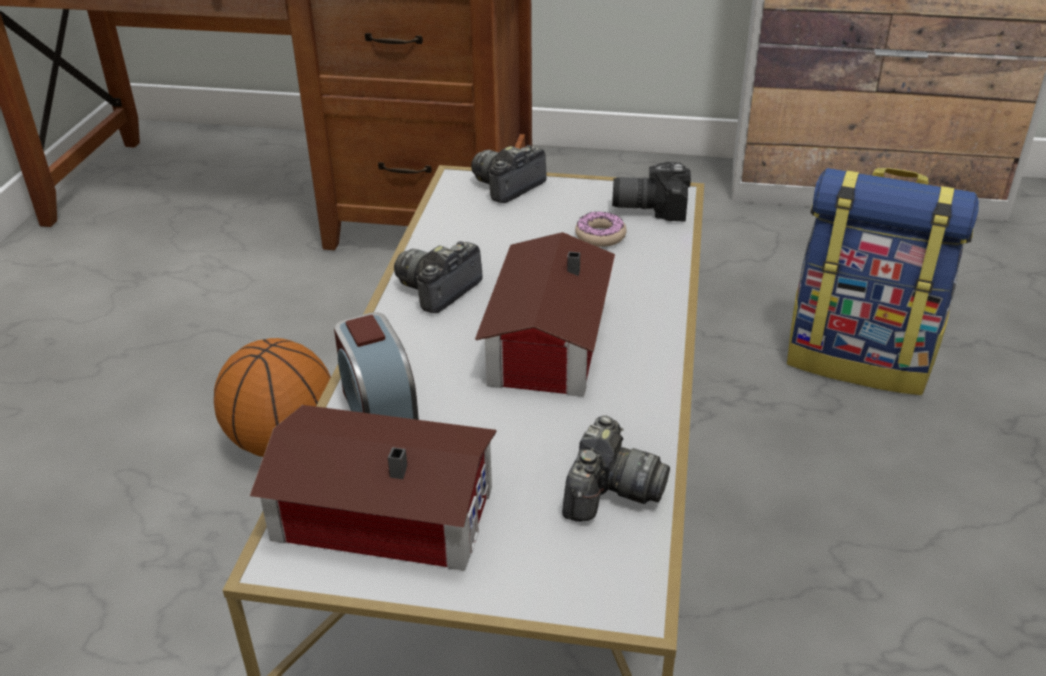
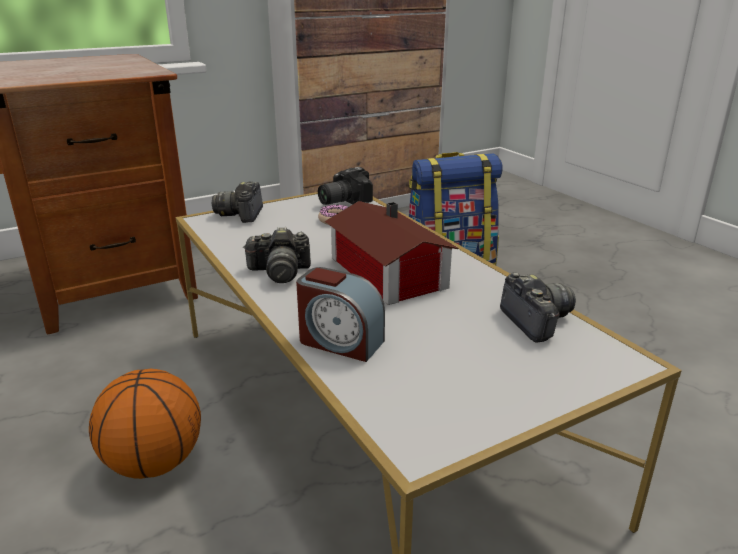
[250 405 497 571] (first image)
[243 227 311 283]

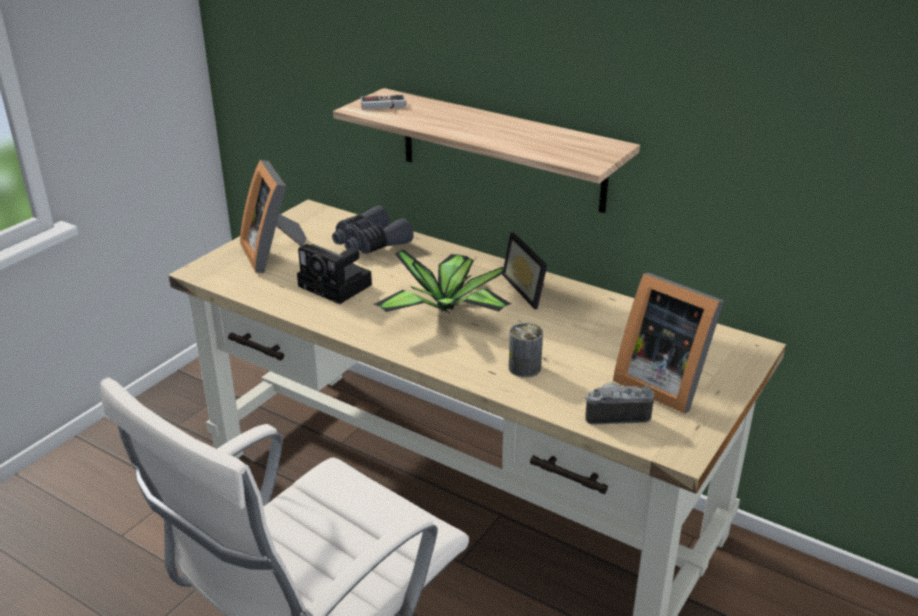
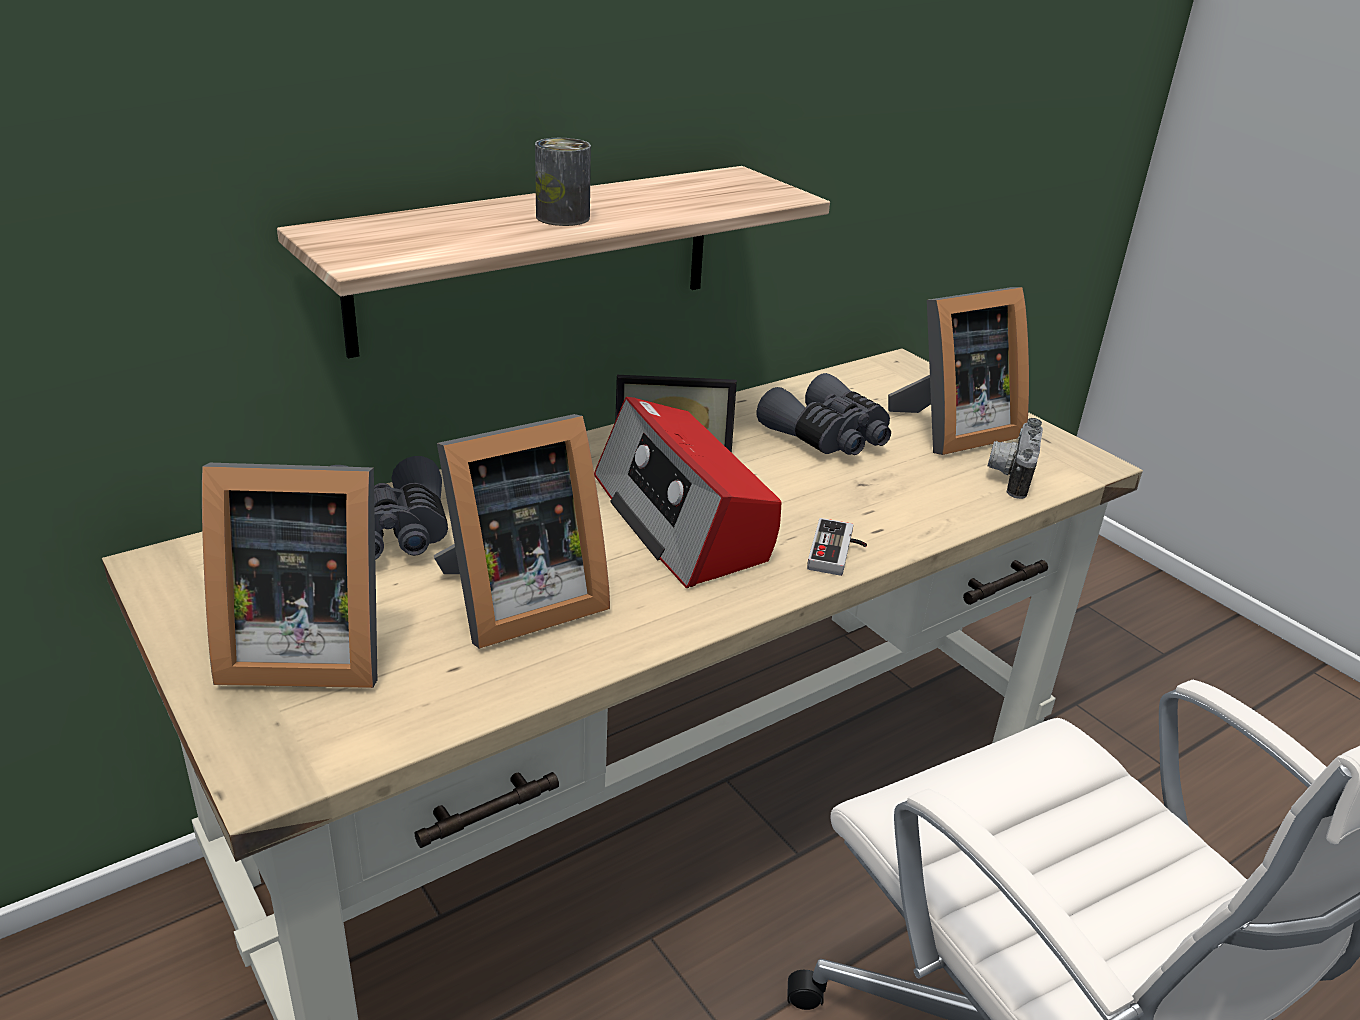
[757 373 891 455]
[807 518 867 576]
[535 138 591 226]
[434 414 610 649]
[594 397 782 588]

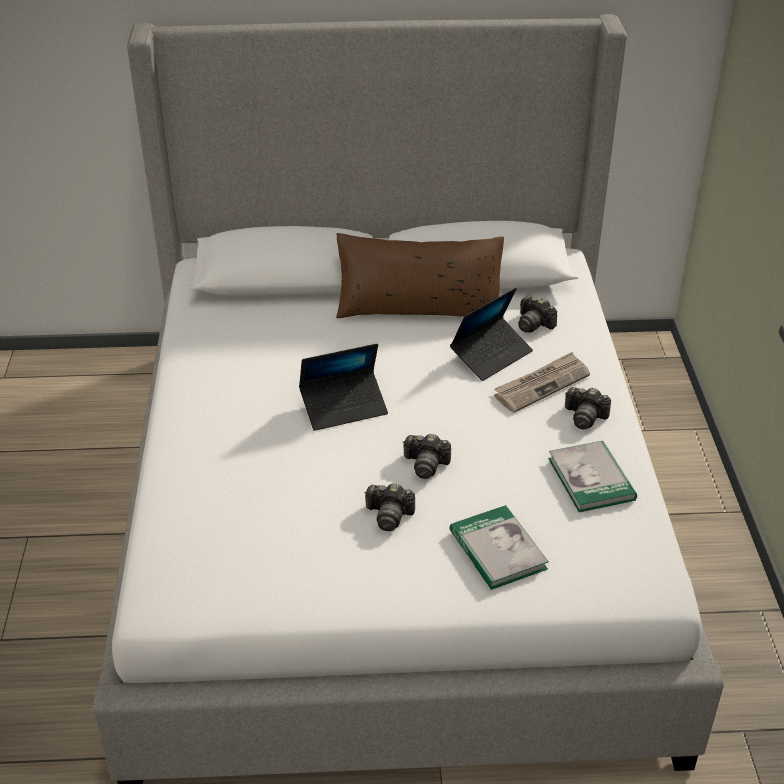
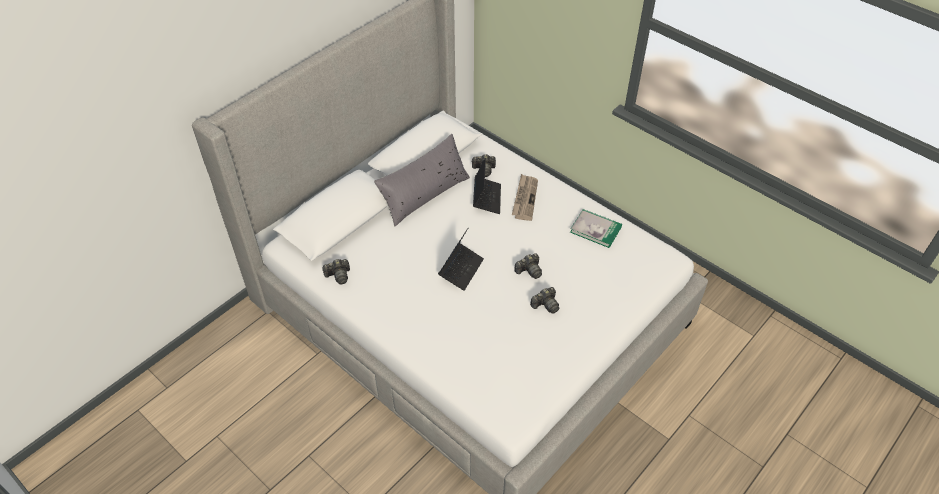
[450 505 549 590] (first image)
[322 259 350 284]
[374 134 470 227]

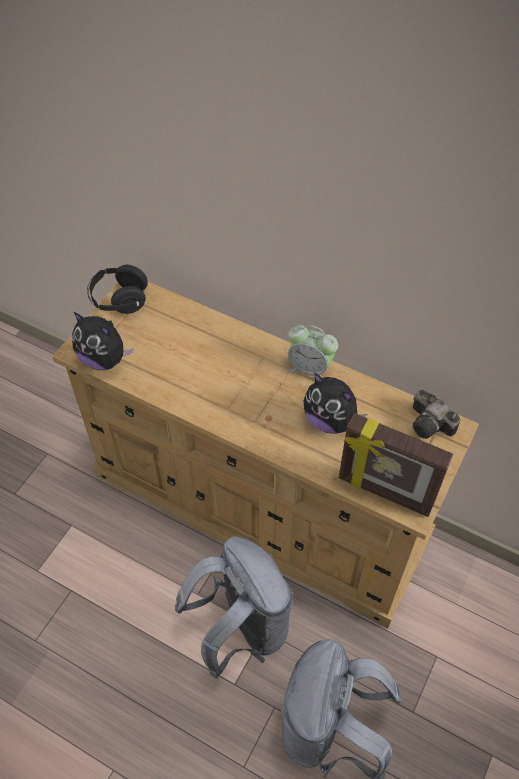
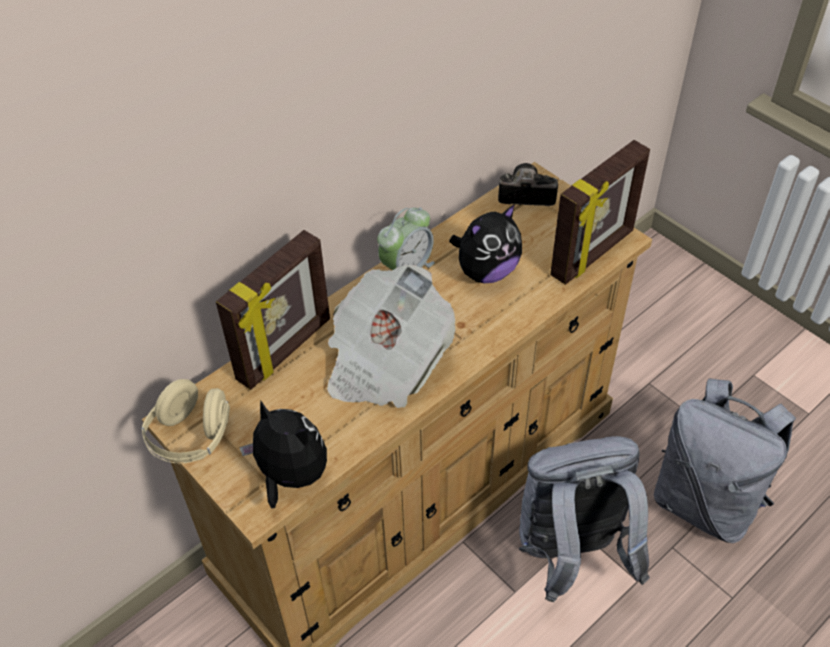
[216 230 330 390]
[327 265 456 408]
[141 379 230 464]
[239 400 327 509]
[498 163 558 206]

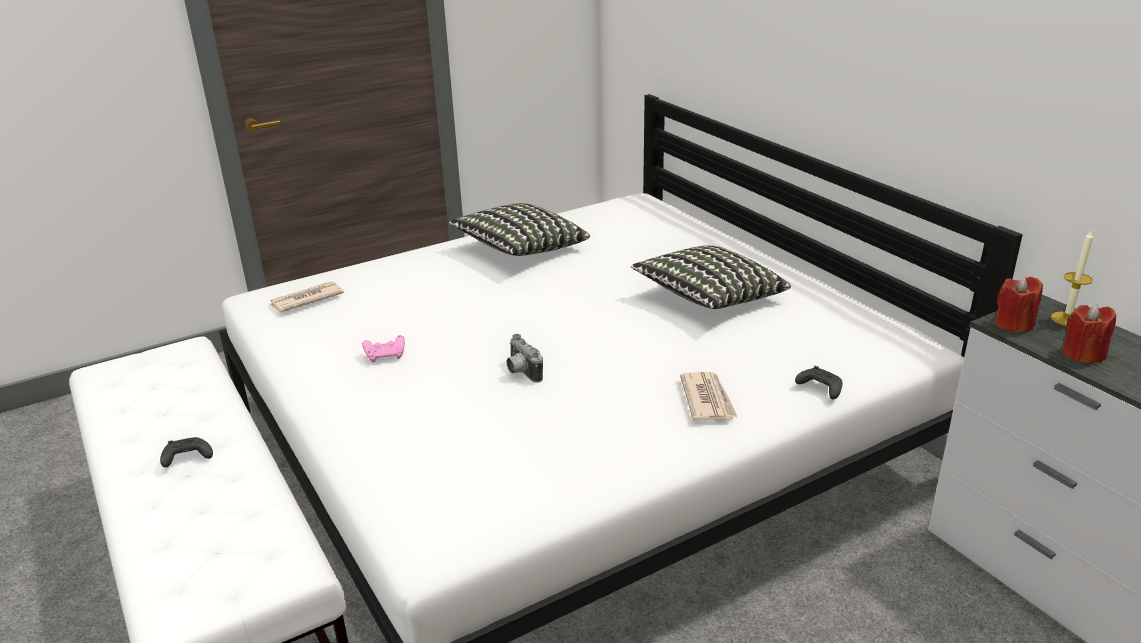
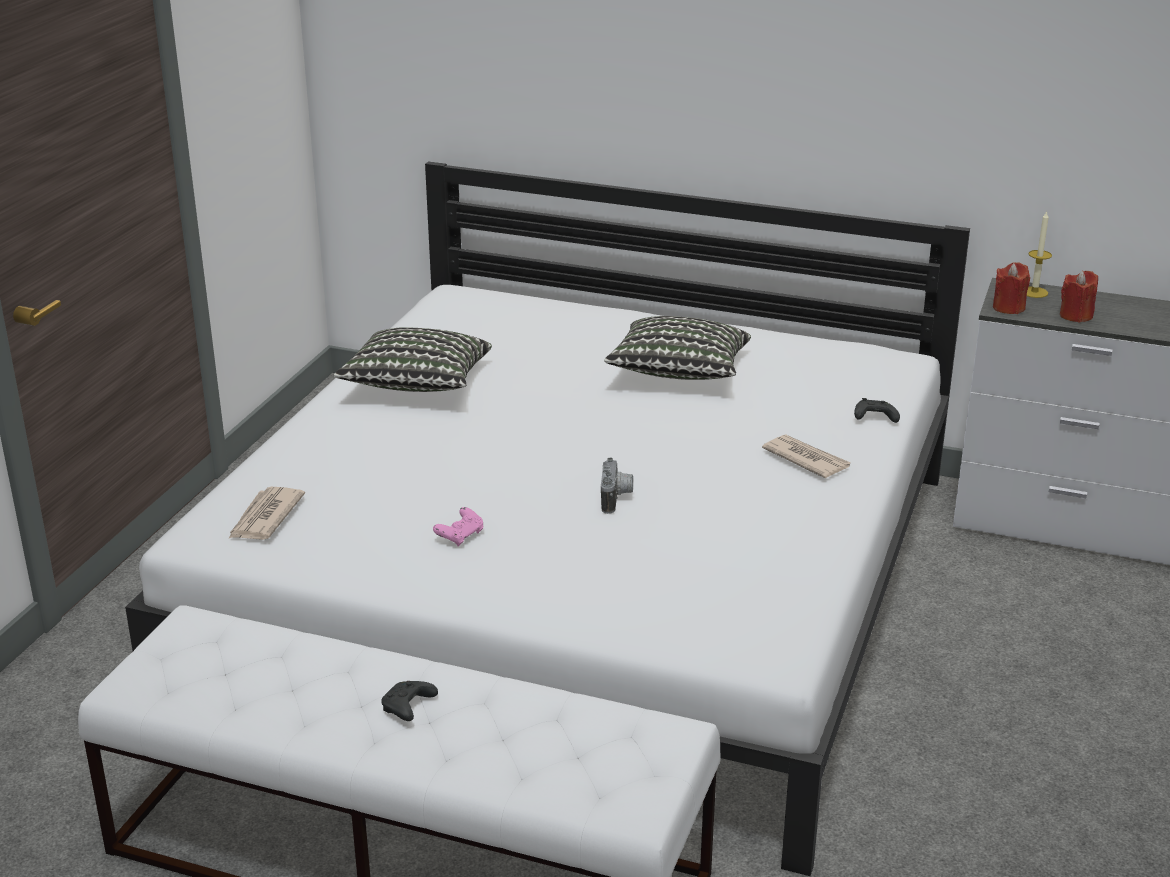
[601 457 633 514]

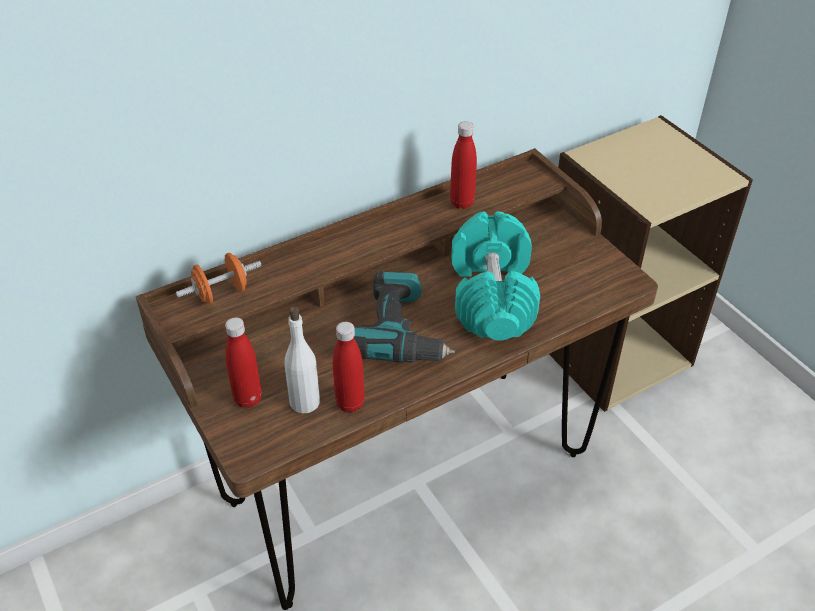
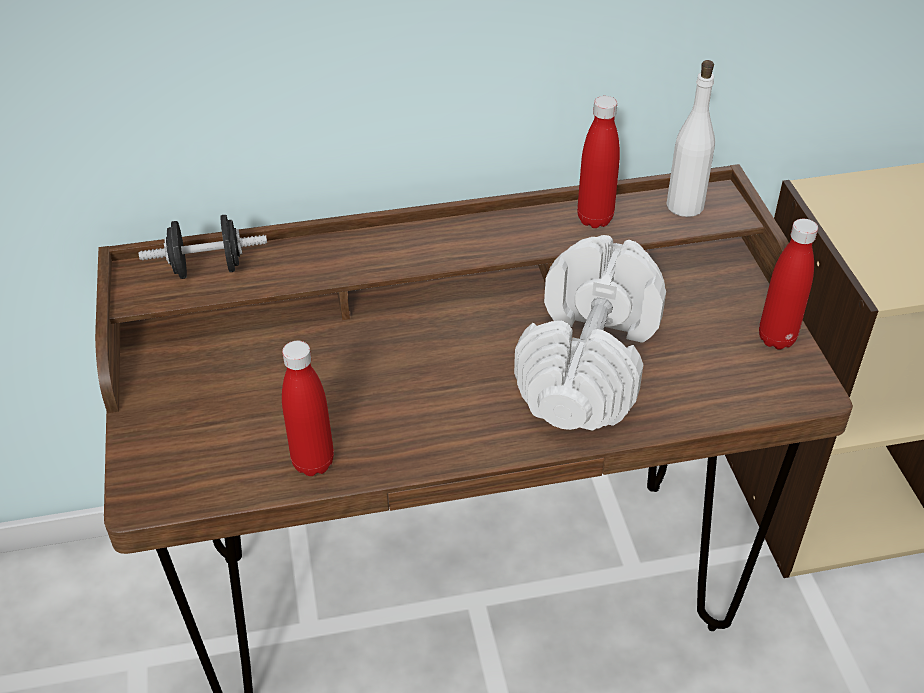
[354 271 455 363] (first image)
[759 219 818 350]
[667 60 715 217]
[139 215 267 279]
[514 235 666 431]

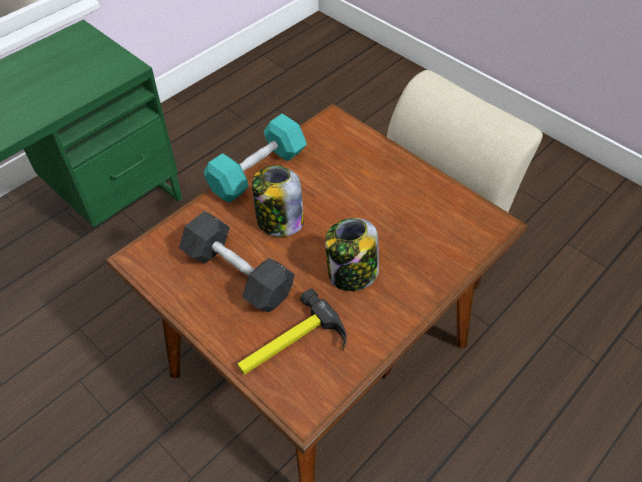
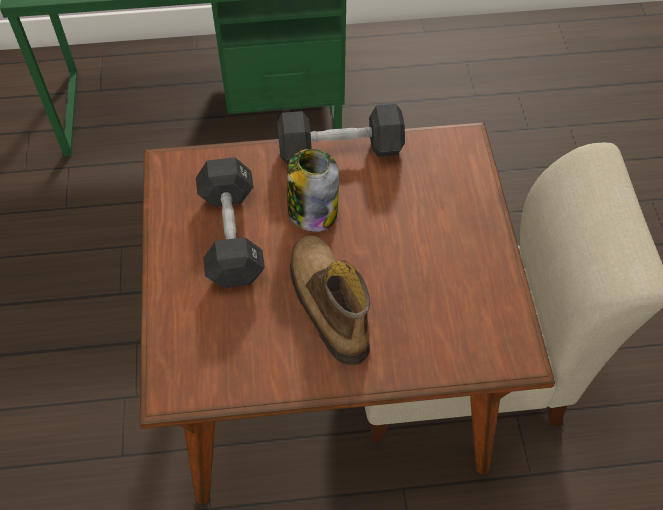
[237 289 346 375] (first image)
[290 235 370 365]
[277 104 405 164]

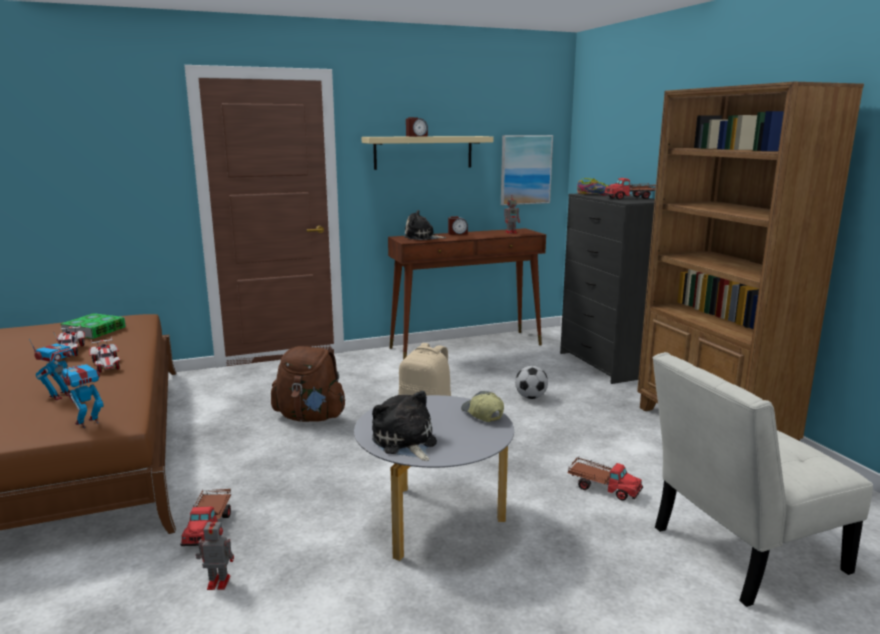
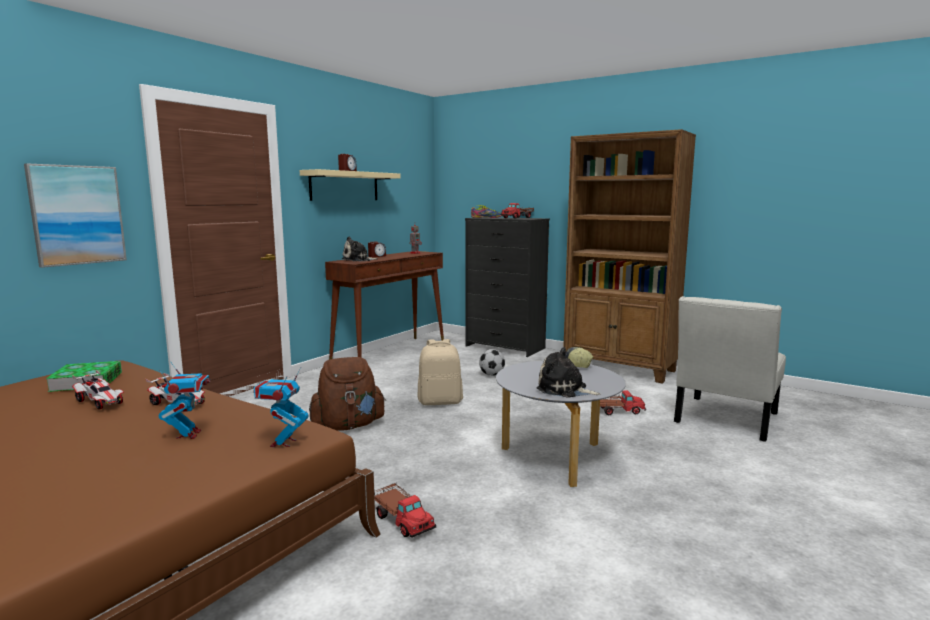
[196 517 234 590] (first image)
[24 163 127 268]

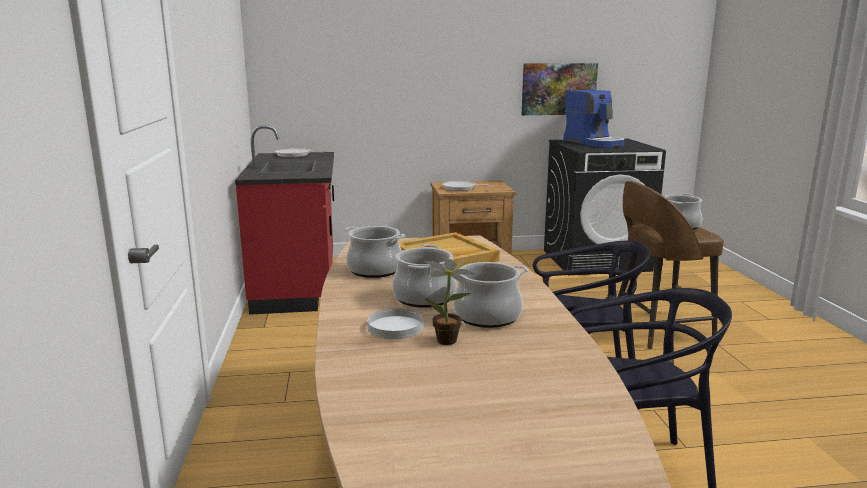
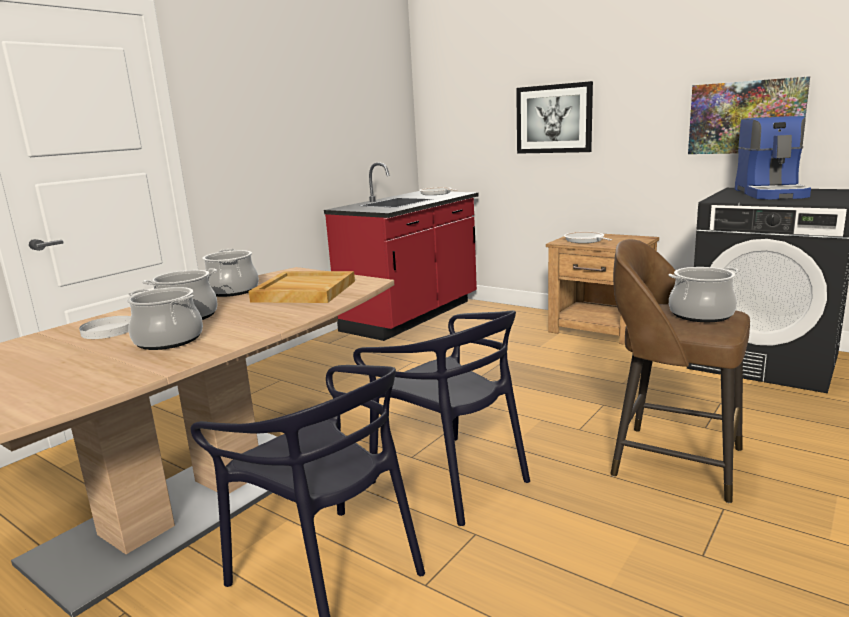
[424 259 476 345] (first image)
[516 81 593 154]

